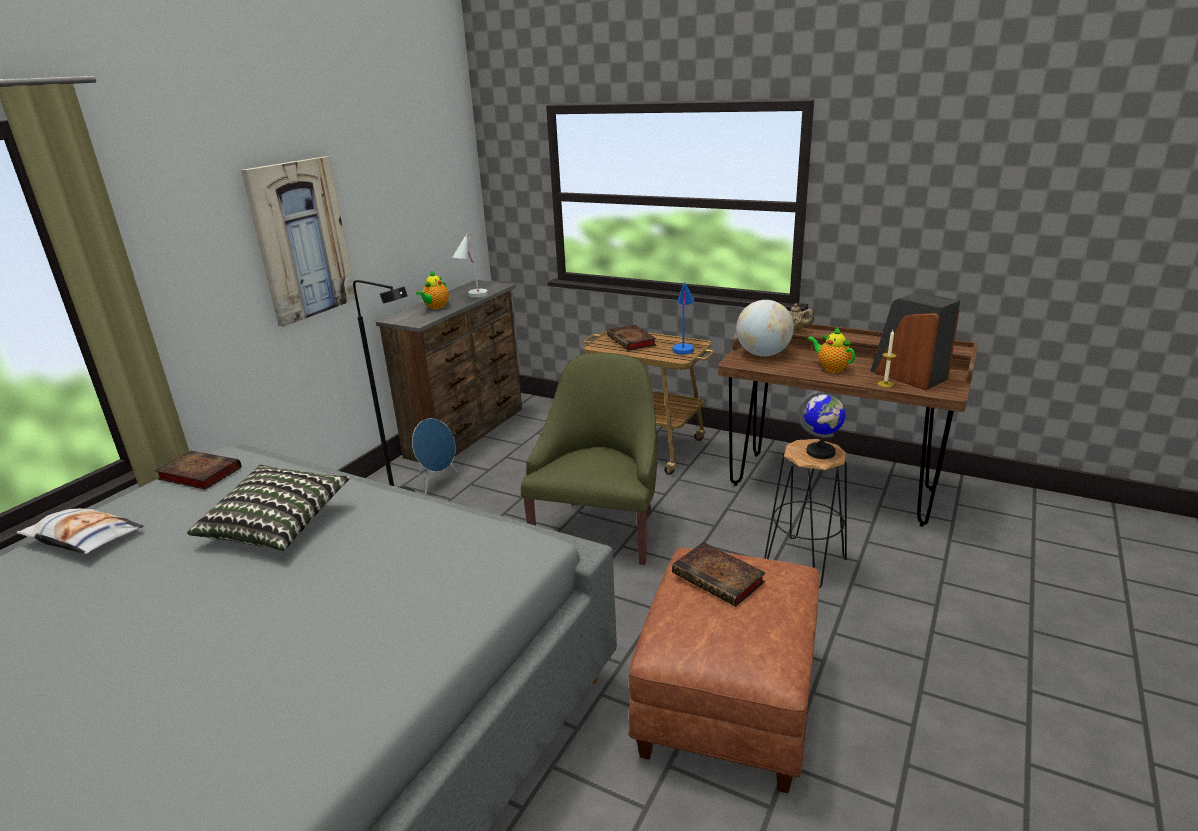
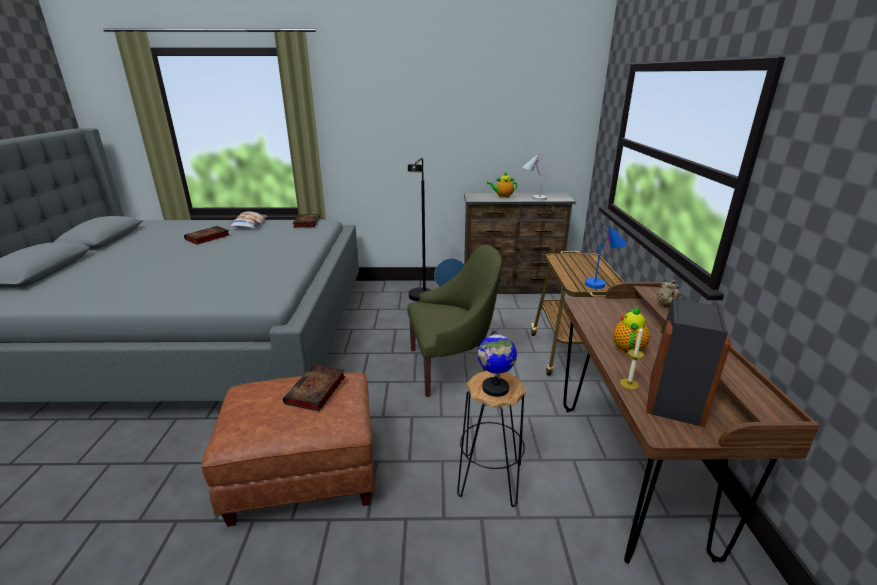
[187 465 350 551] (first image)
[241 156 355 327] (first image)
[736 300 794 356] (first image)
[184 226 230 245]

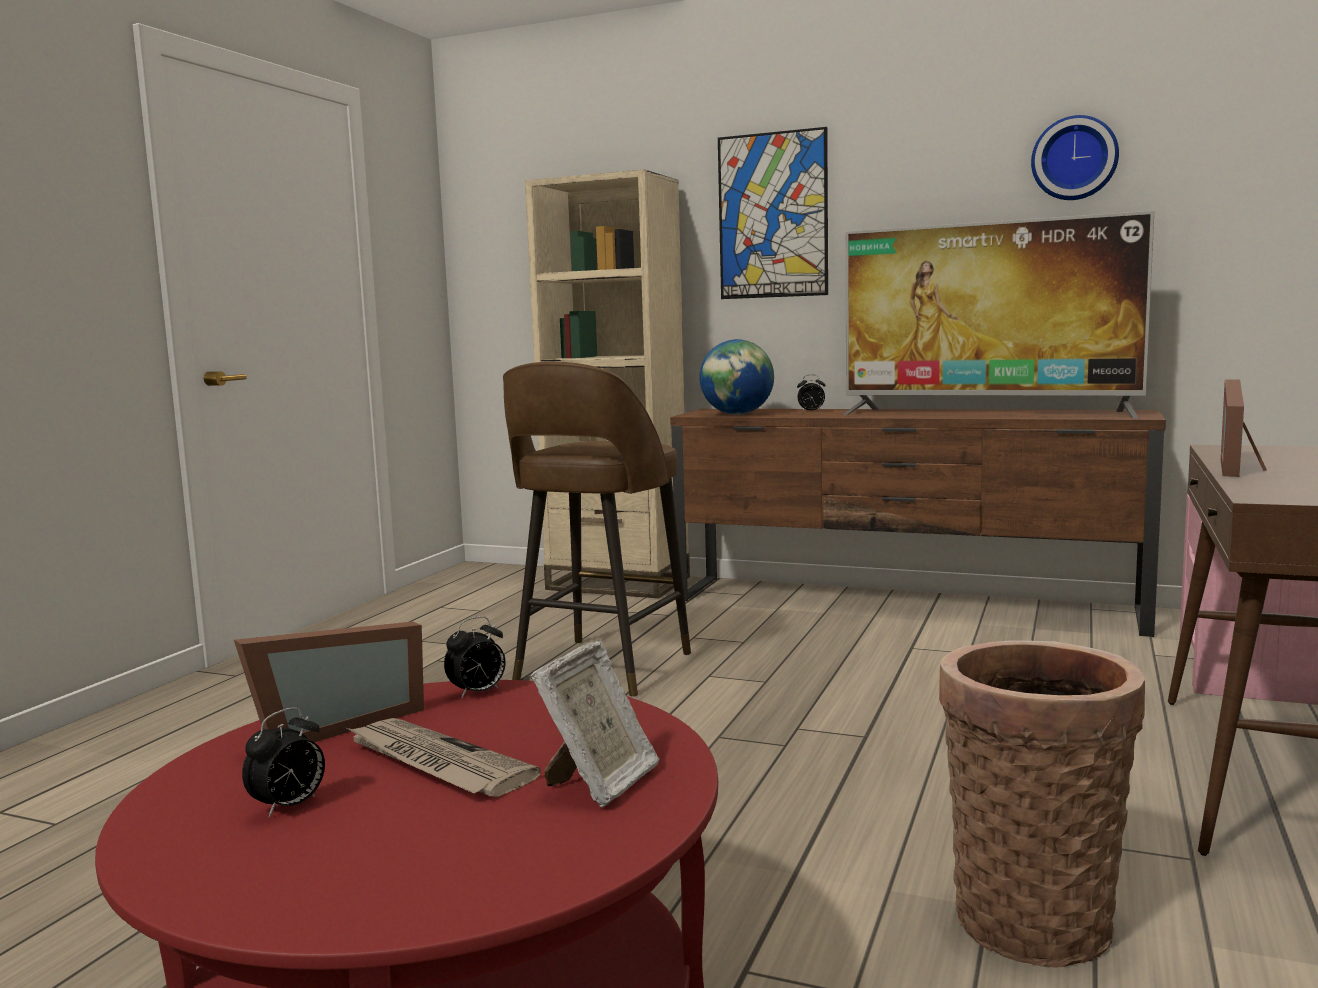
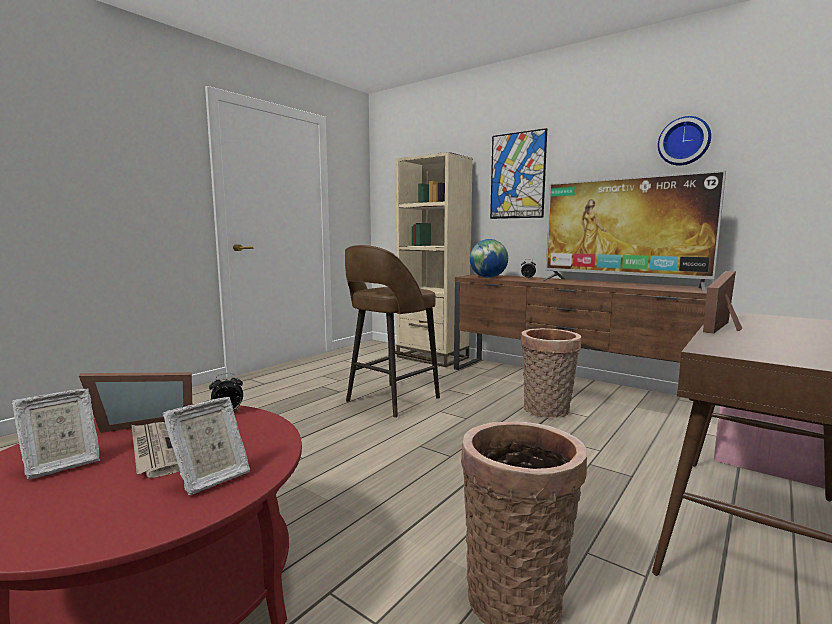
[521 328 581 418]
[11 389 100 479]

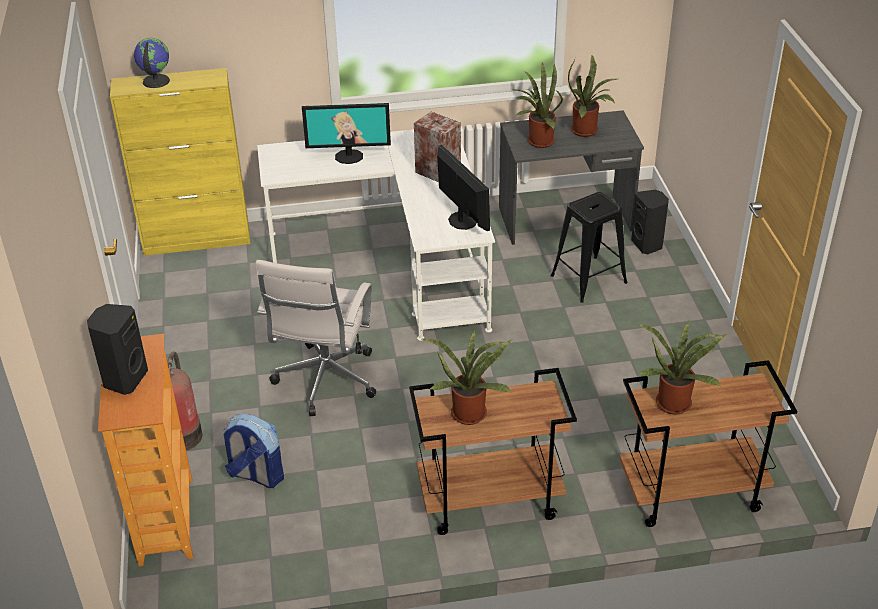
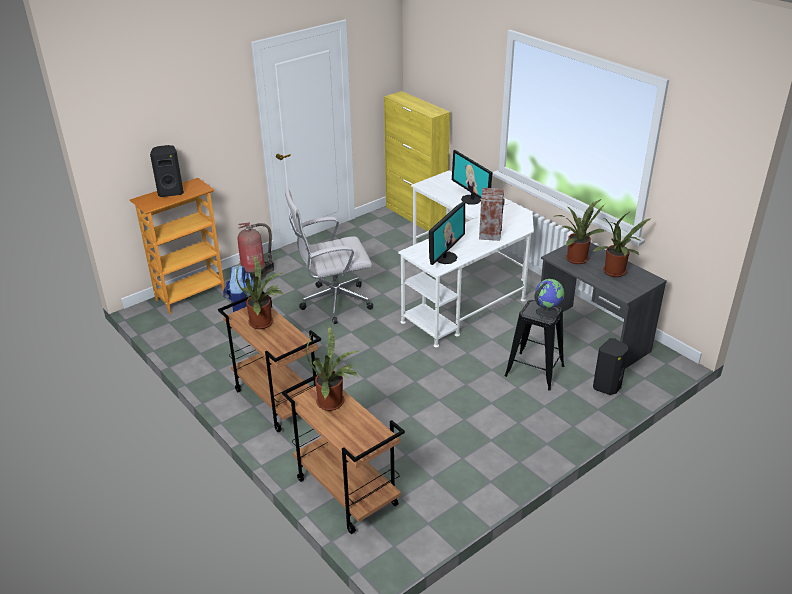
[534 279 564 320]

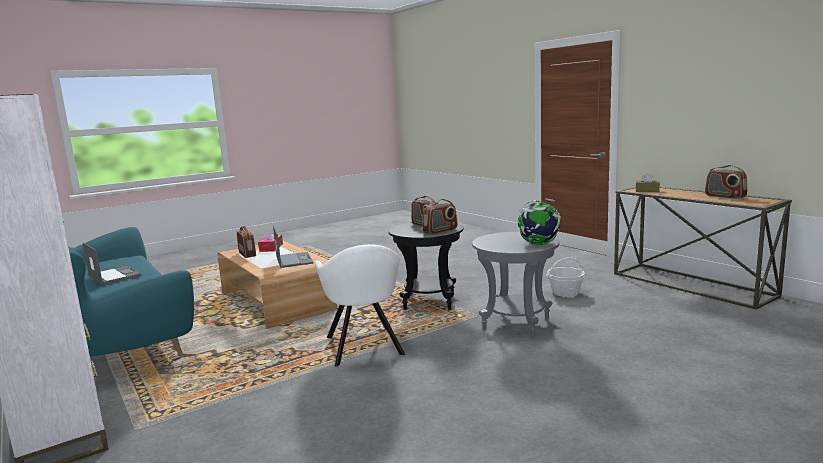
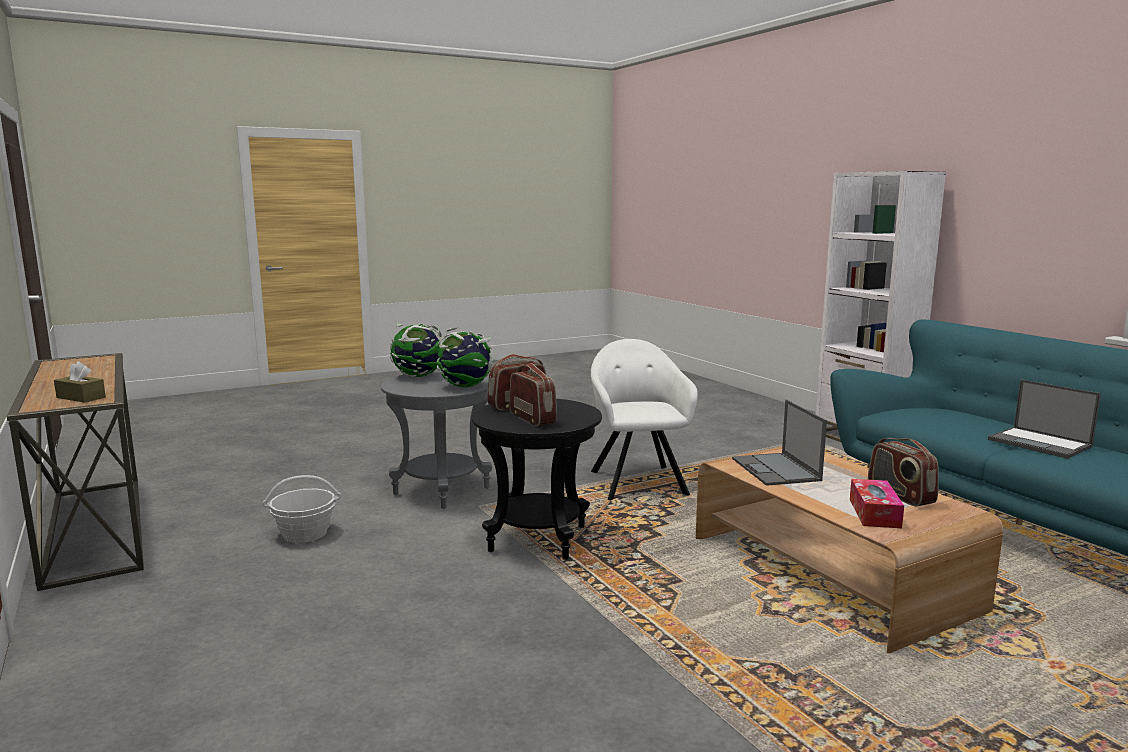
[705 165 747 199] (first image)
[436 327 495 387]

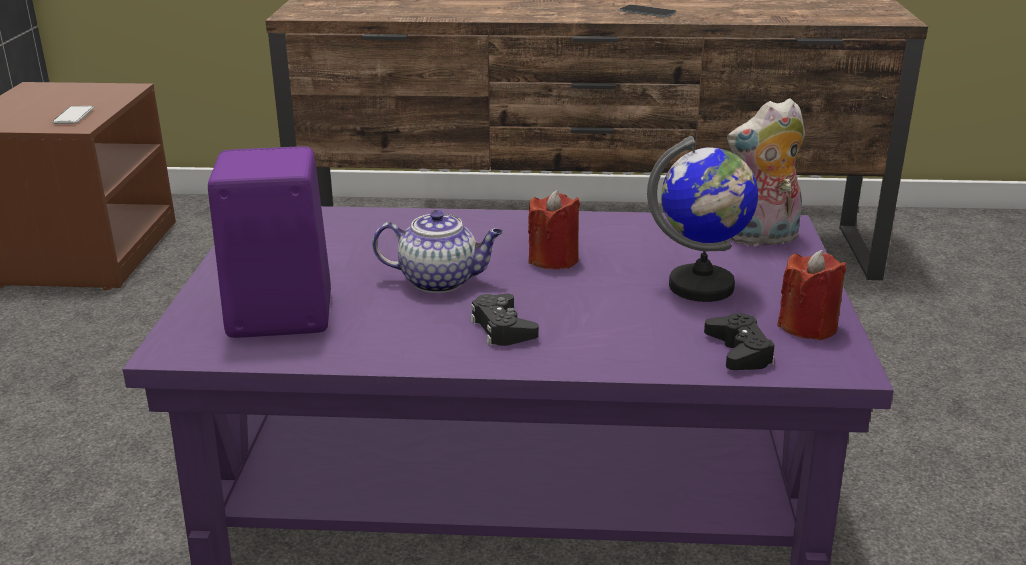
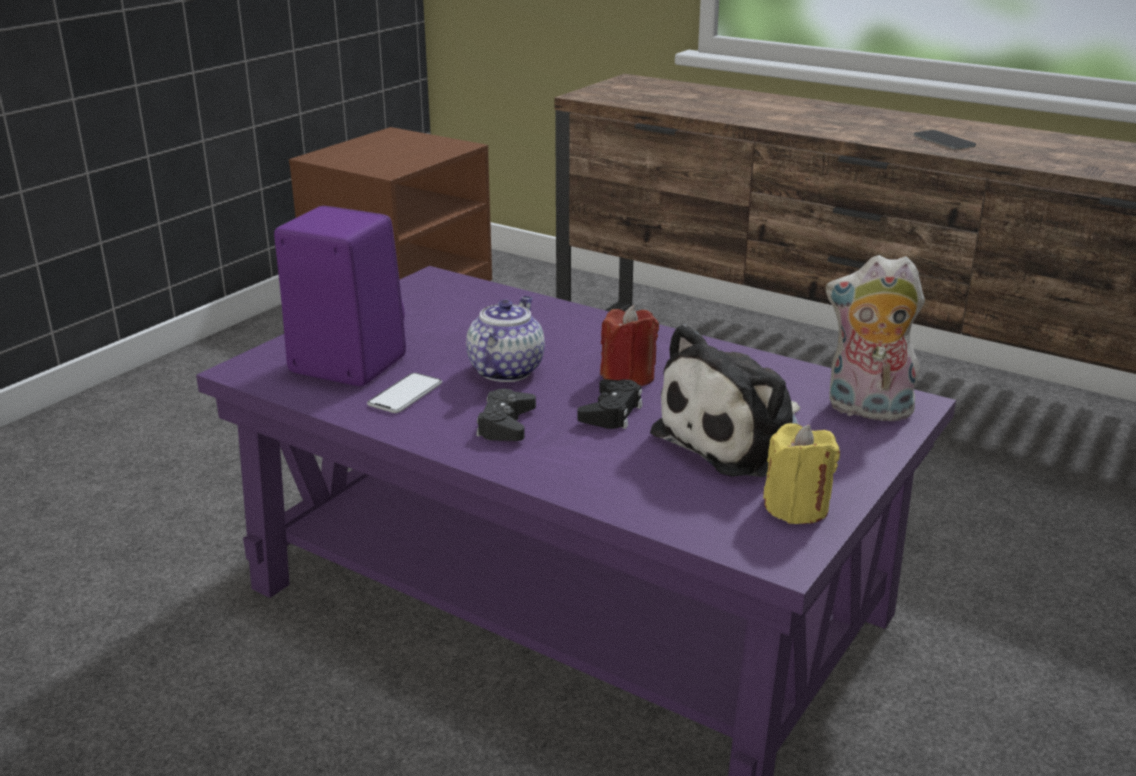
[367 373 442 413]
[577 379 643 429]
[650 324 800 477]
[763 423 840 524]
[466 296 545 382]

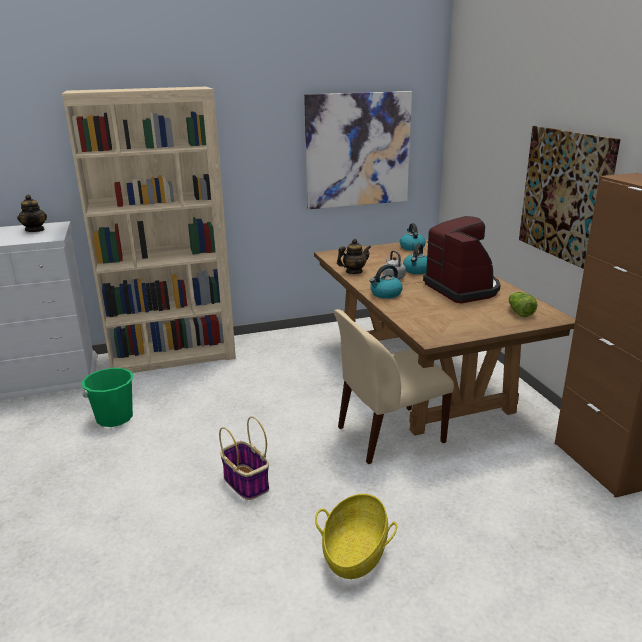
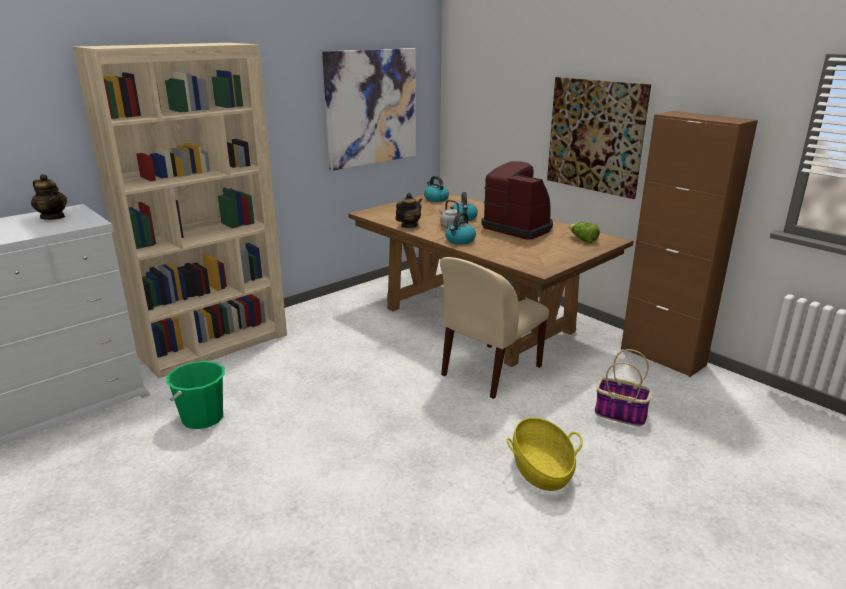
[595 349 653 427]

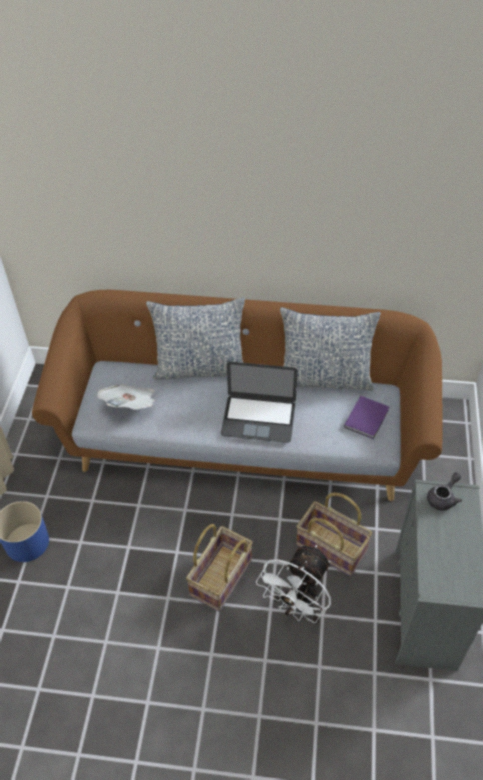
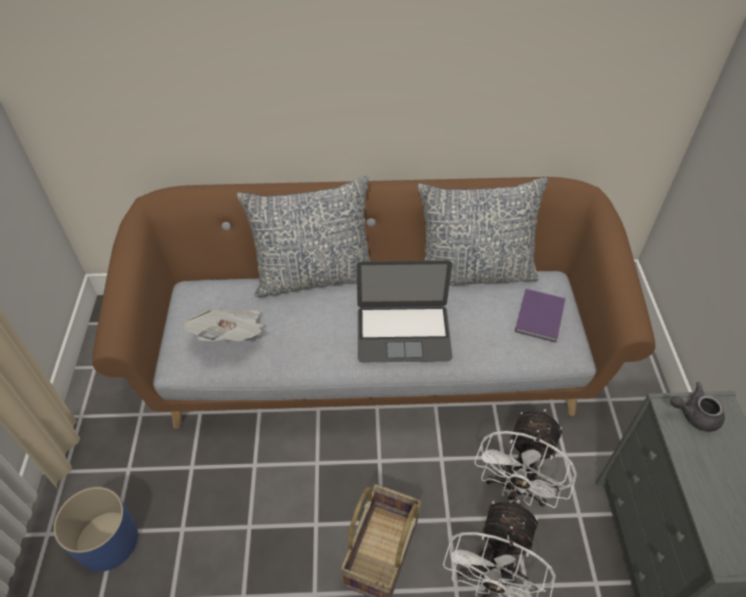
[474 409 577 508]
[670 382 725 432]

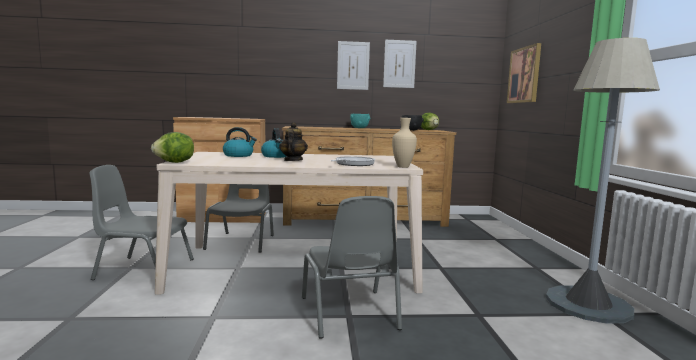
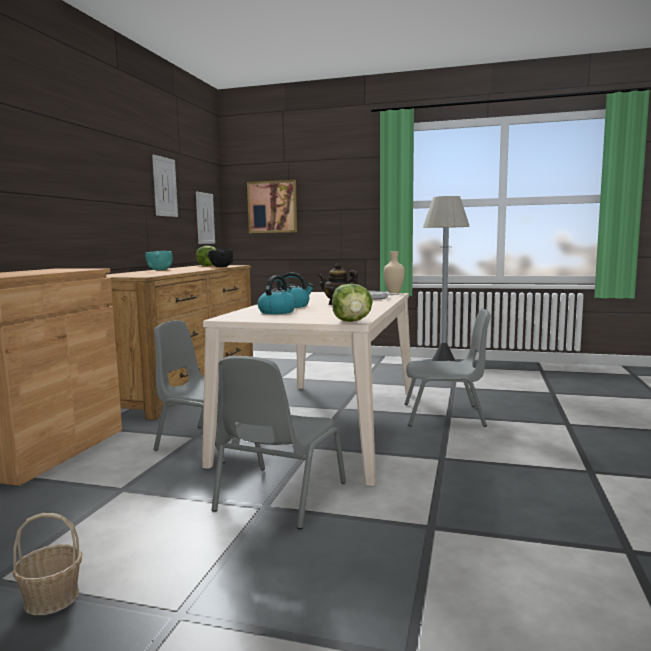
[12 513 82 615]
[196 192 215 244]

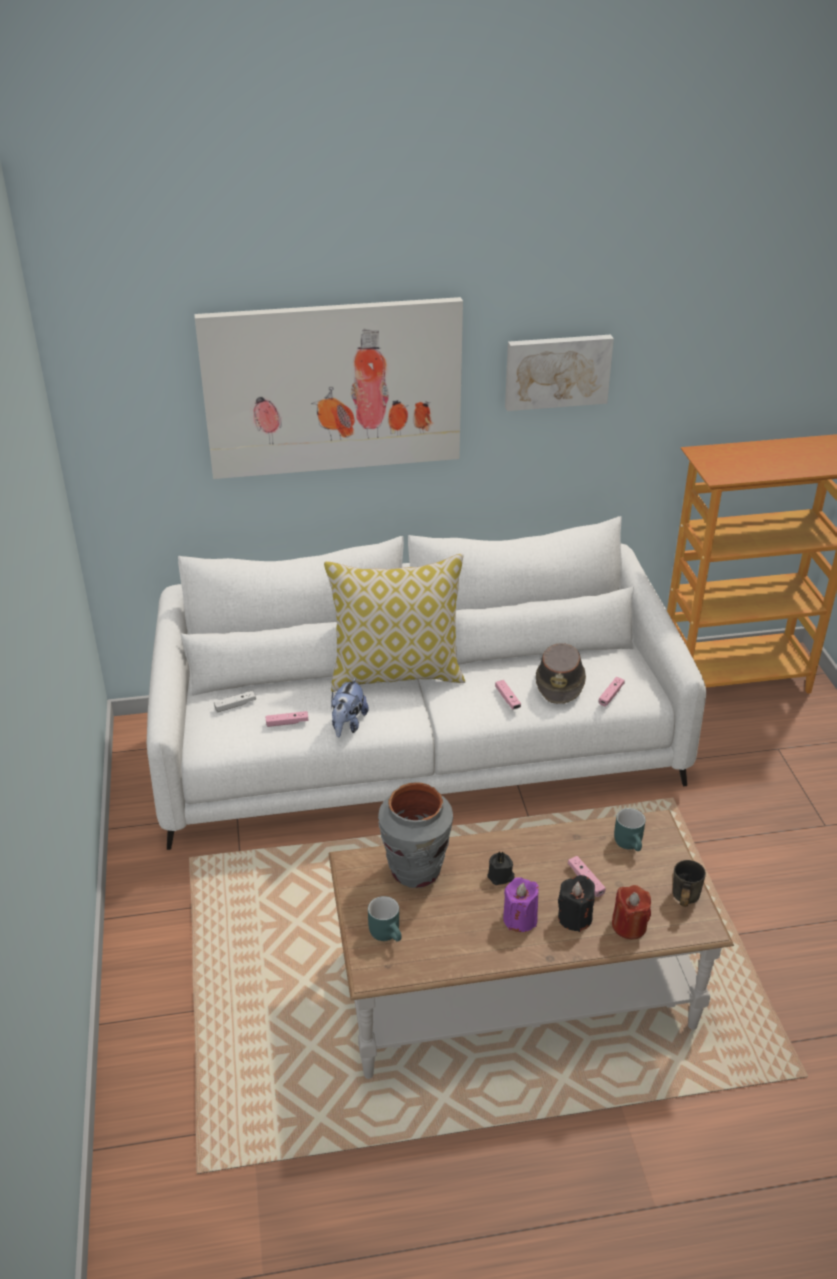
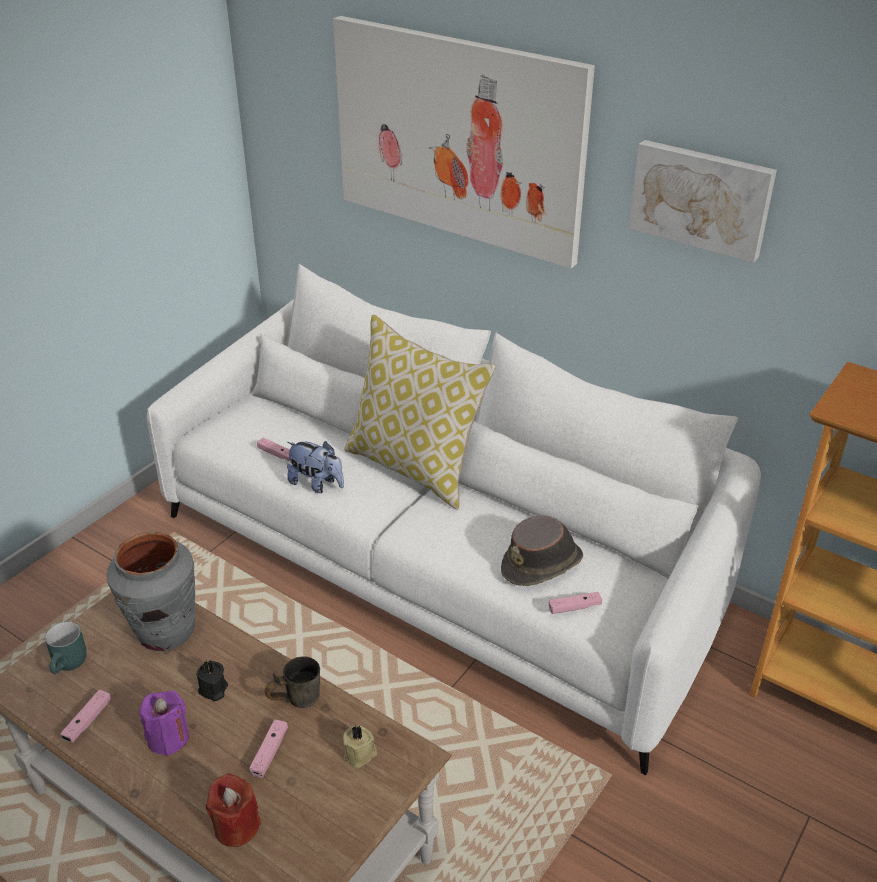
[214 691 256 712] (first image)
[558 875 595 932] (first image)
[60 690 111 742]
[265 656 320 708]
[343 725 377 768]
[287 441 344 493]

